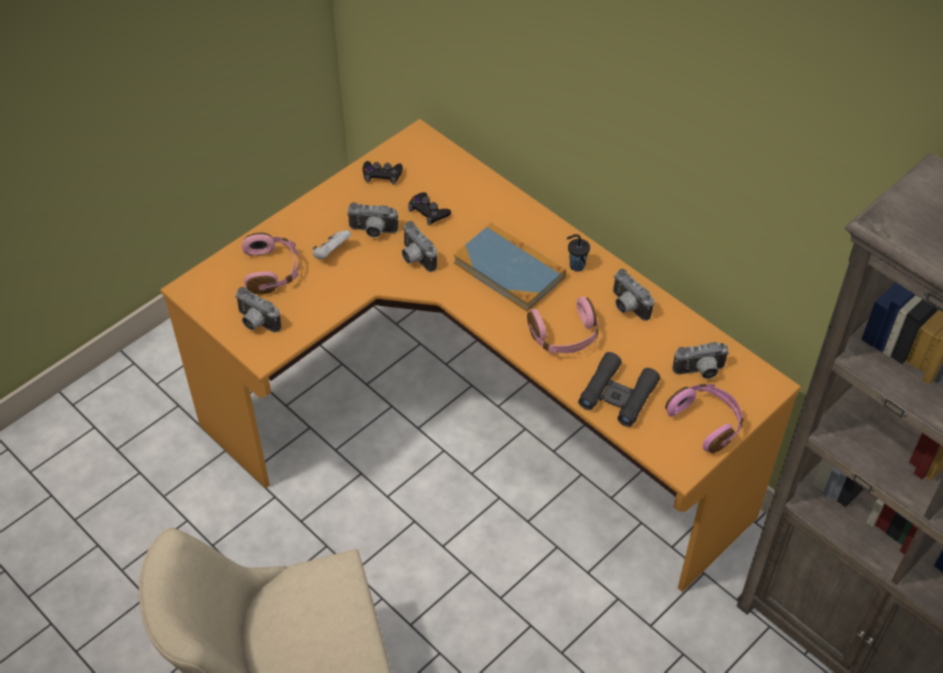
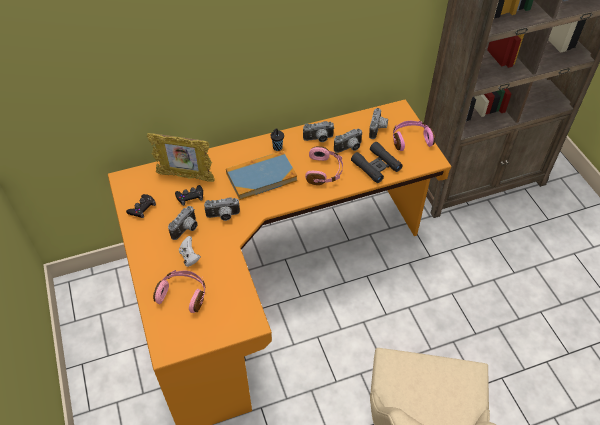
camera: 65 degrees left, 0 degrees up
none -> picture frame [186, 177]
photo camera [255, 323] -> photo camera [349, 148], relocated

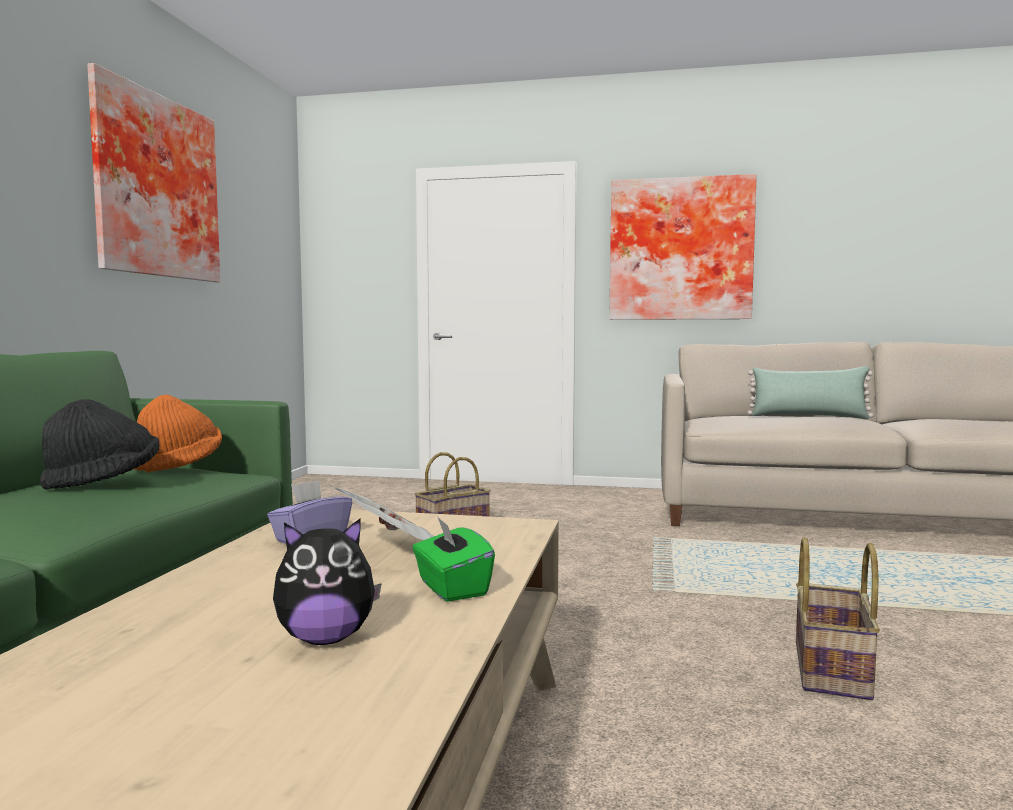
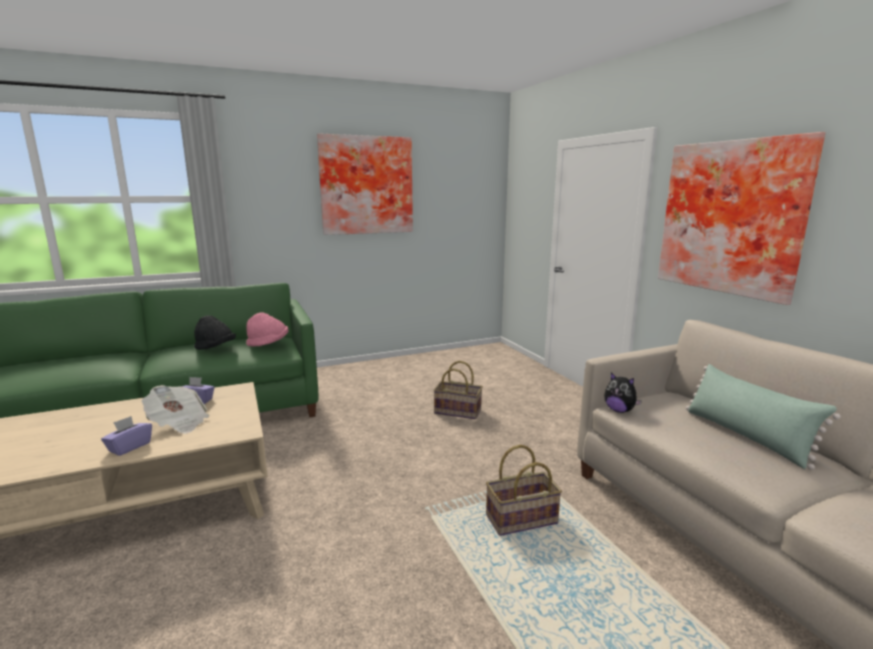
camera: 55 degrees right, 10 degrees up
cuddly toy [326, 639] -> cuddly toy [619, 410], relocated
basket [833, 670] -> basket [521, 520], relocated
orangey clothing hat [178, 465] -> pinkish clothing hat [268, 343]
greenish tissue box [451, 588] -> purple-coloured tissue box [129, 447]

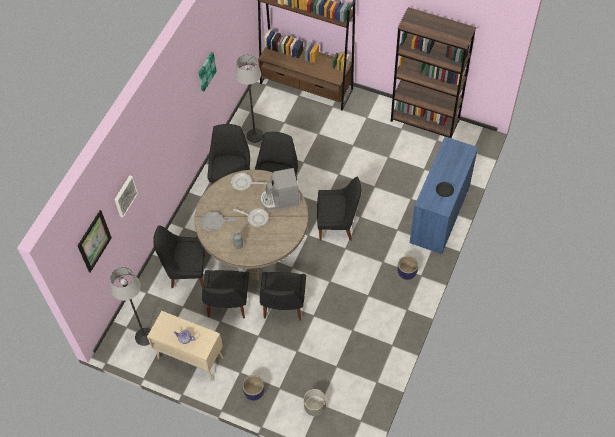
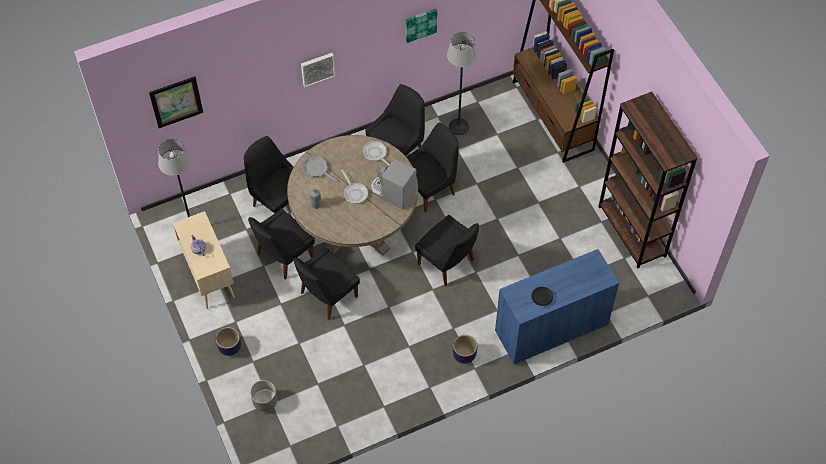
camera: 40 degrees right, 0 degrees up
wall picture [124, 195] -> wall picture [317, 68], relocated

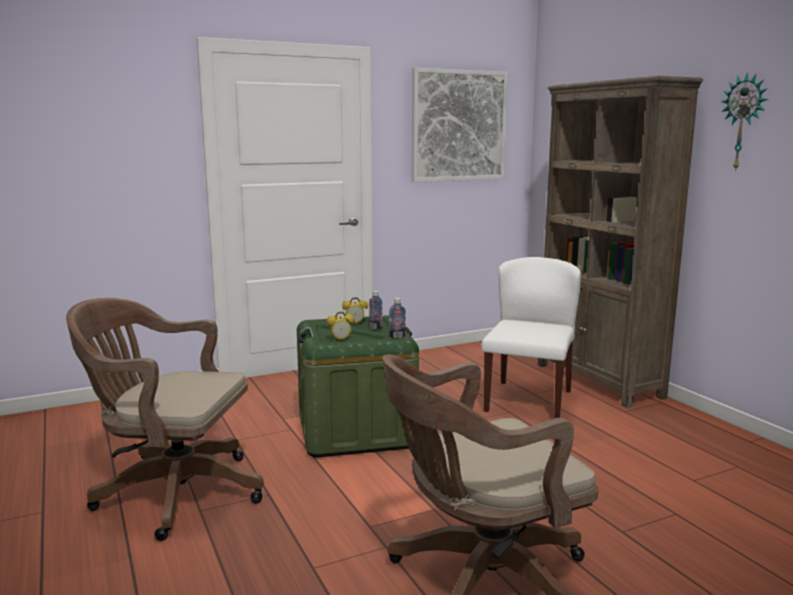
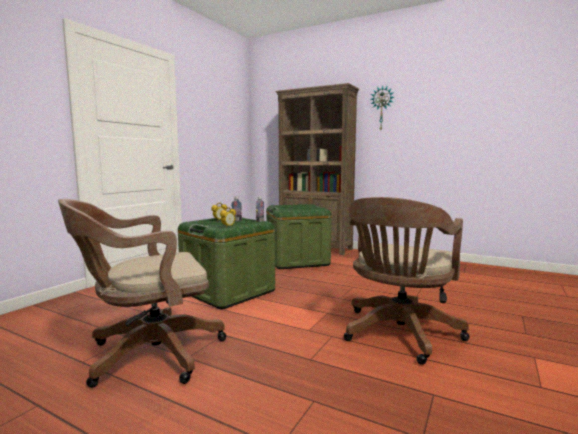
camera: 35 degrees left, 5 degrees down
wall picture [459, 126] -> none
white-coloured chair [528, 400] -> greenish storage box [297, 260]

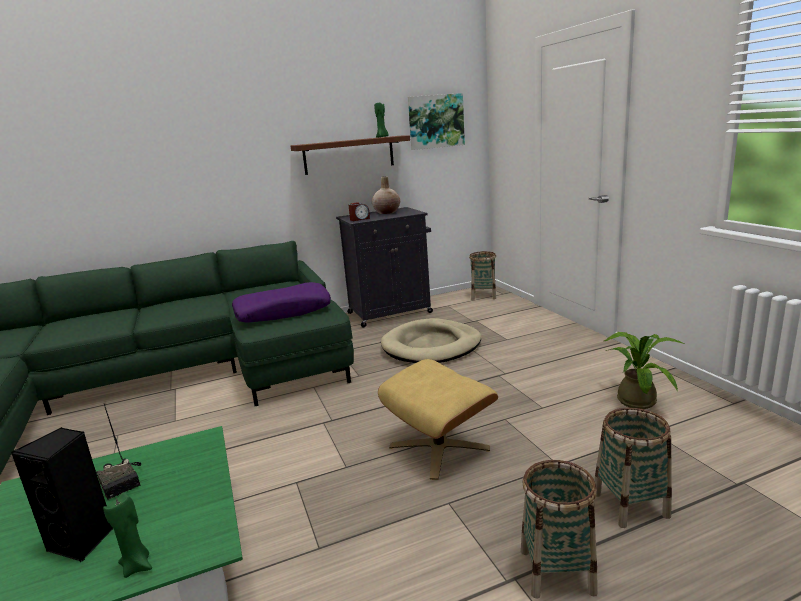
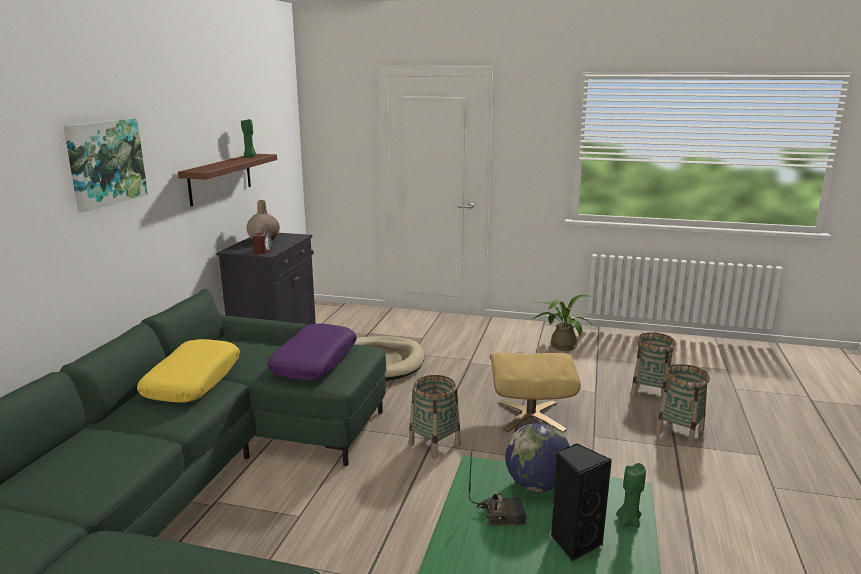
camera: 55 degrees left, 0 degrees up
none -> yellow-coloured cushion [192, 381]
none -> world globe [537, 485]
wall picture [436, 121] -> wall picture [105, 162], relocated
basket [483, 295] -> basket [434, 444], relocated

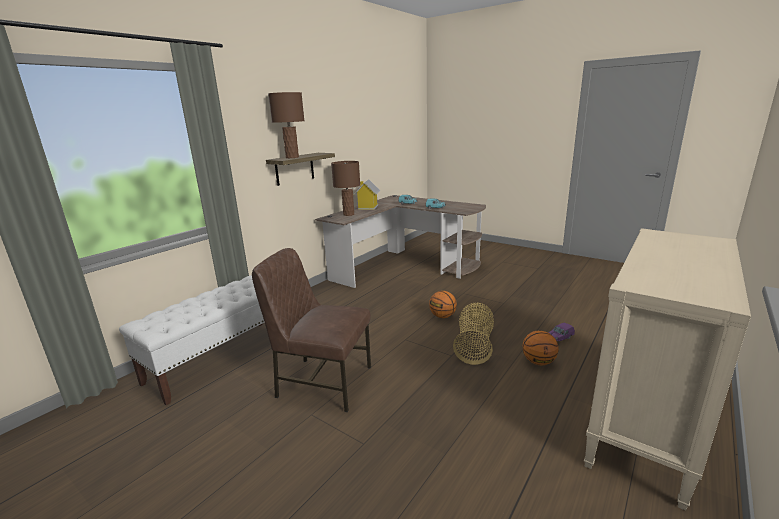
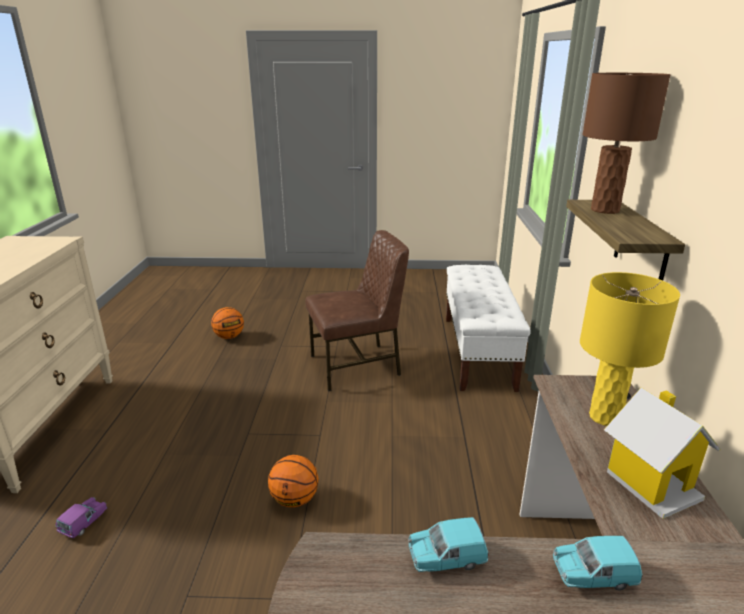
camera: 145 degrees right, 5 degrees up
basket [474, 345] -> none
basketball ball [538, 362] -> basketball ball [229, 337], relocated
brown-coloured tabletop lamp [349, 214] -> yellow-coloured tabletop lamp [604, 417]

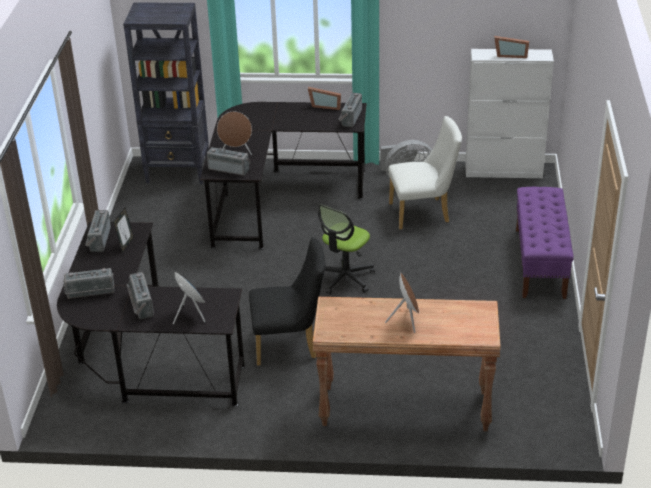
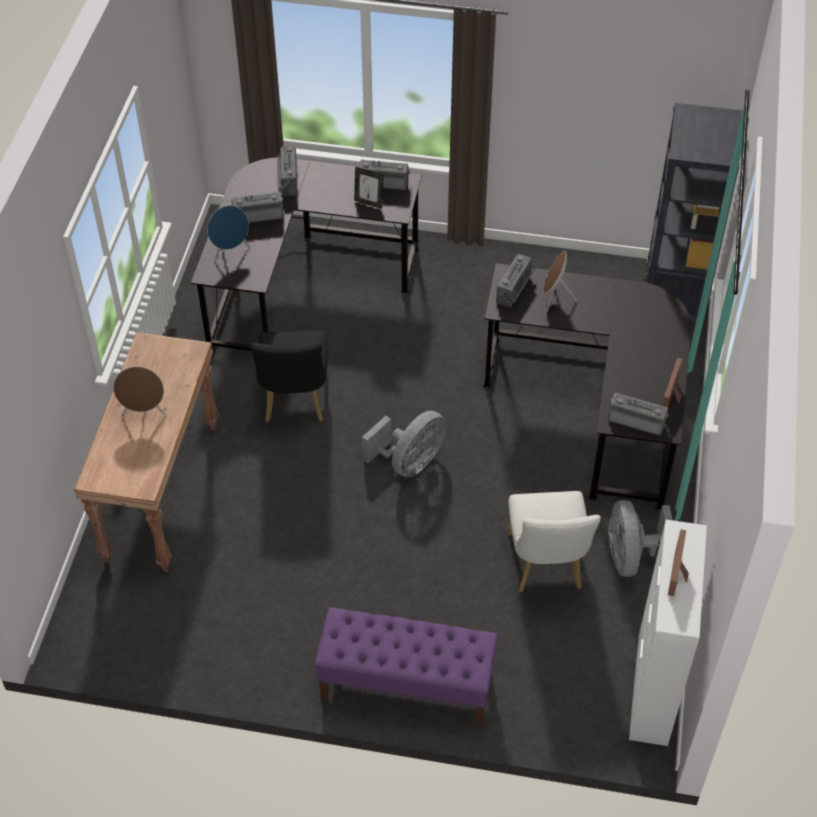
camera: 95 degrees right, 15 degrees up
desk chair [345, 278] -> greyish fan [410, 462]

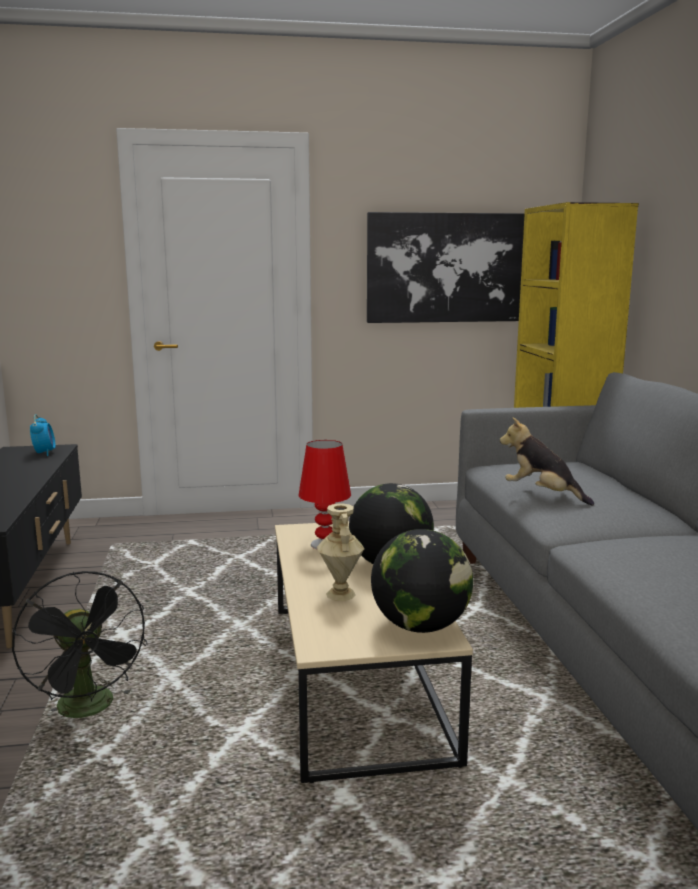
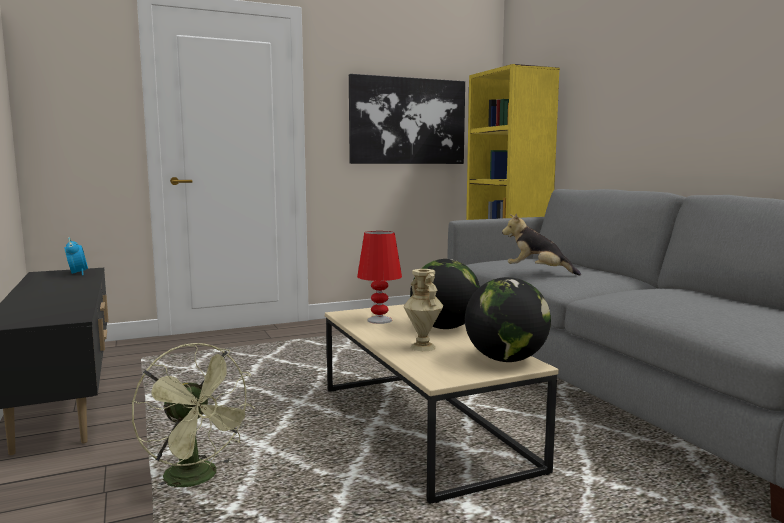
camera: 15 degrees left, 5 degrees down
black fan [90, 710] -> greenish fan [198, 479]

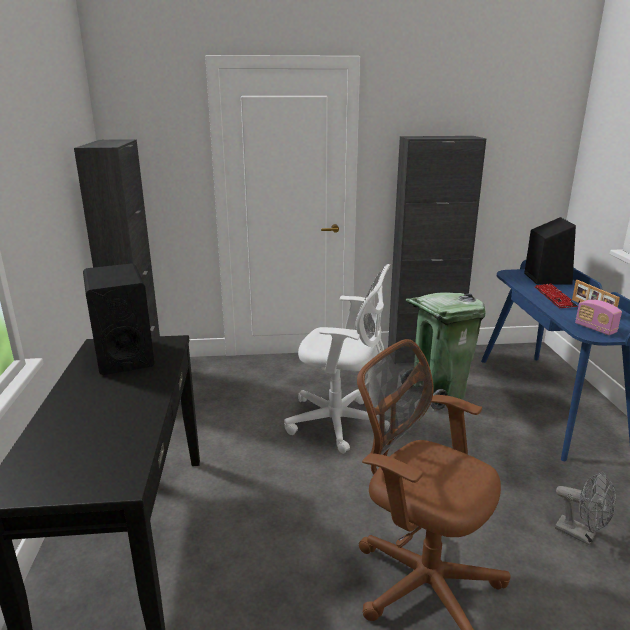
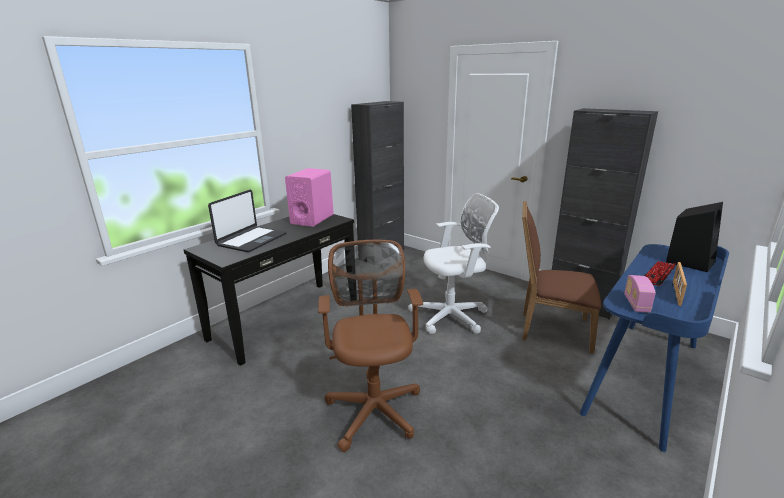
camera: 45 degrees right, 0 degrees up
greyish fan [581, 534] -> none
none -> notebook computer [251, 240]
greenish waste bin [437, 392] -> brown-coloured chair [550, 329]
black audio speaker [123, 356] -> pinkish audio speaker [312, 219]
white-coloured desk chair [340, 423] -> white-coloured desk chair [453, 316], 75 degrees counterclockwise

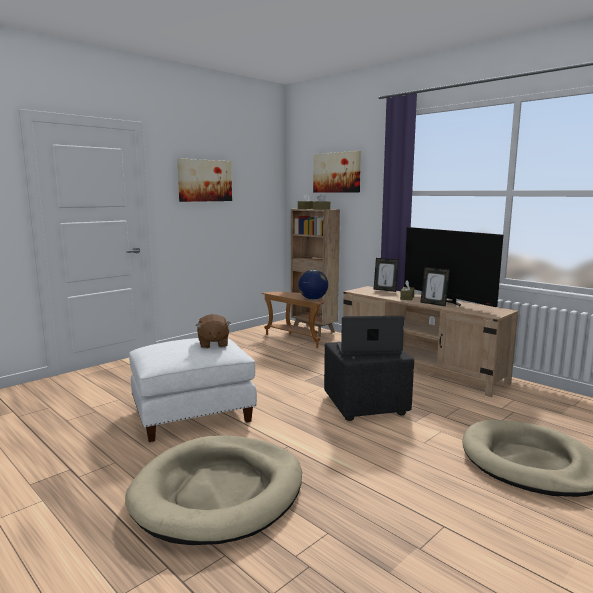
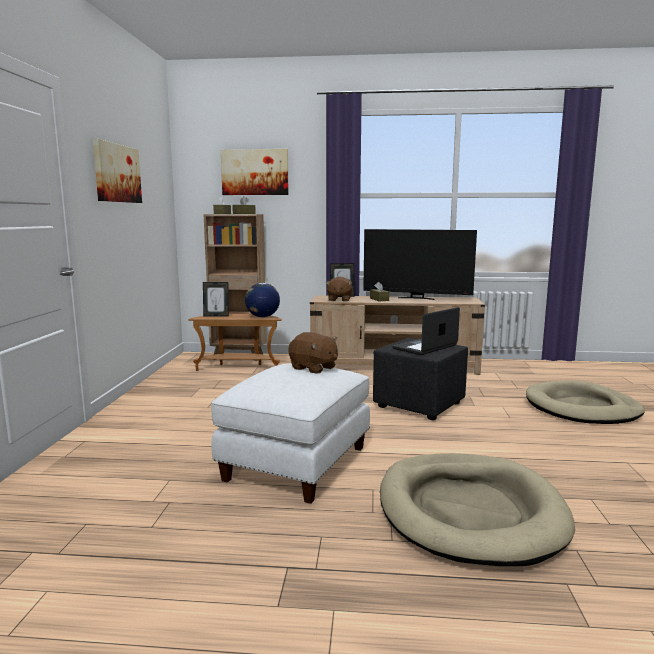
camera: 40 degrees left, 0 degrees up
none -> brown-coloured cuddly toy [339, 299]
picture frame [433, 304] -> picture frame [216, 316], relocated

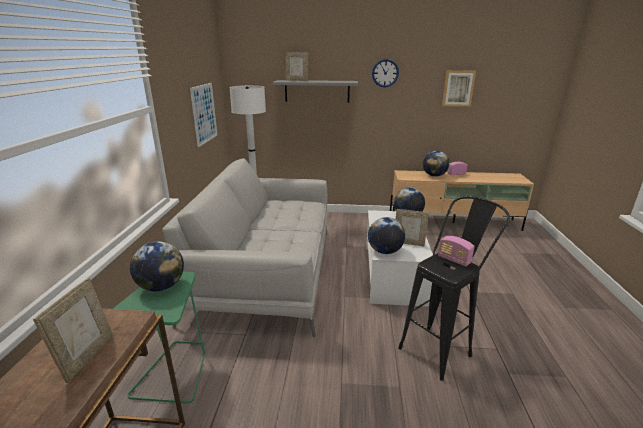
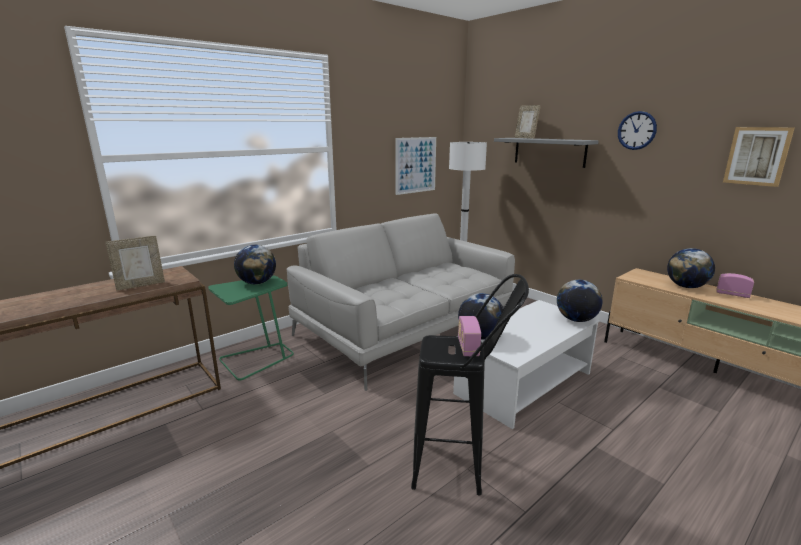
camera: 45 degrees right, 5 degrees down
picture frame [408, 243] -> none

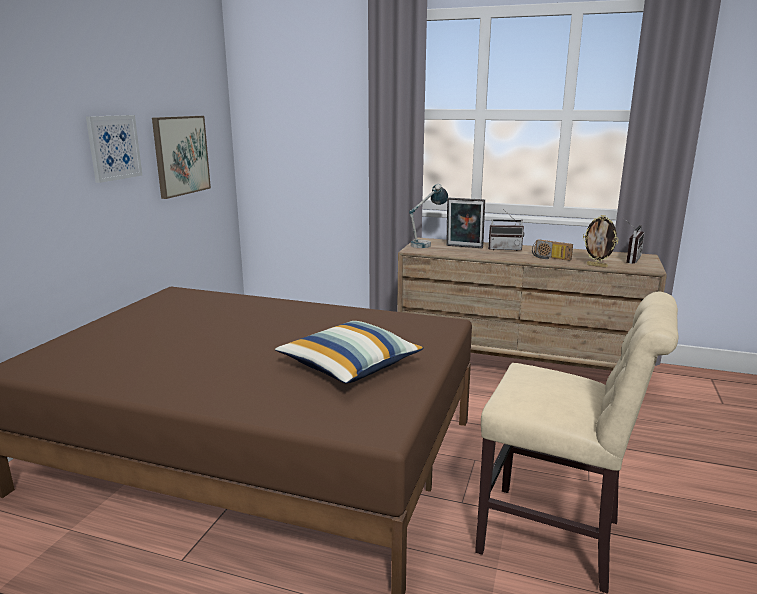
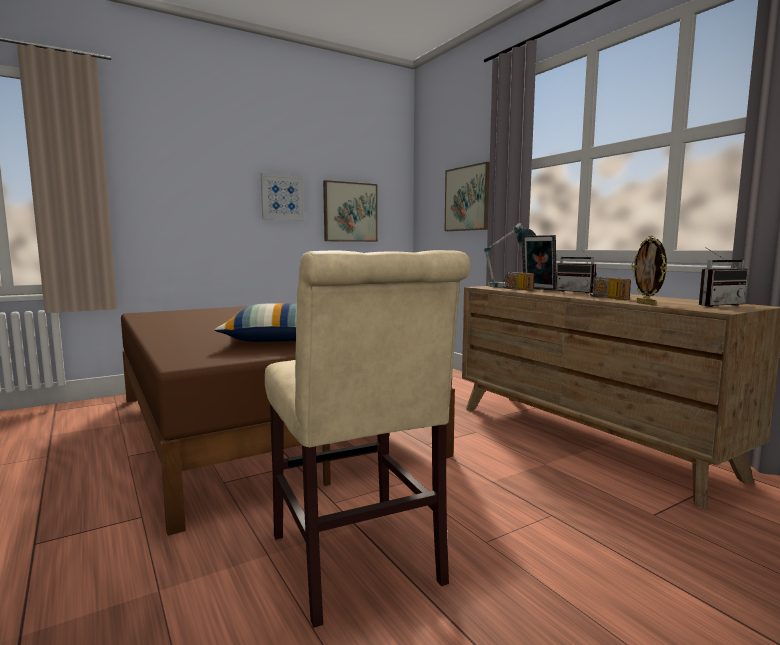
camera: 40 degrees right, 10 degrees down
none -> wall picture [468, 198]
none -> radio receiver [515, 289]

